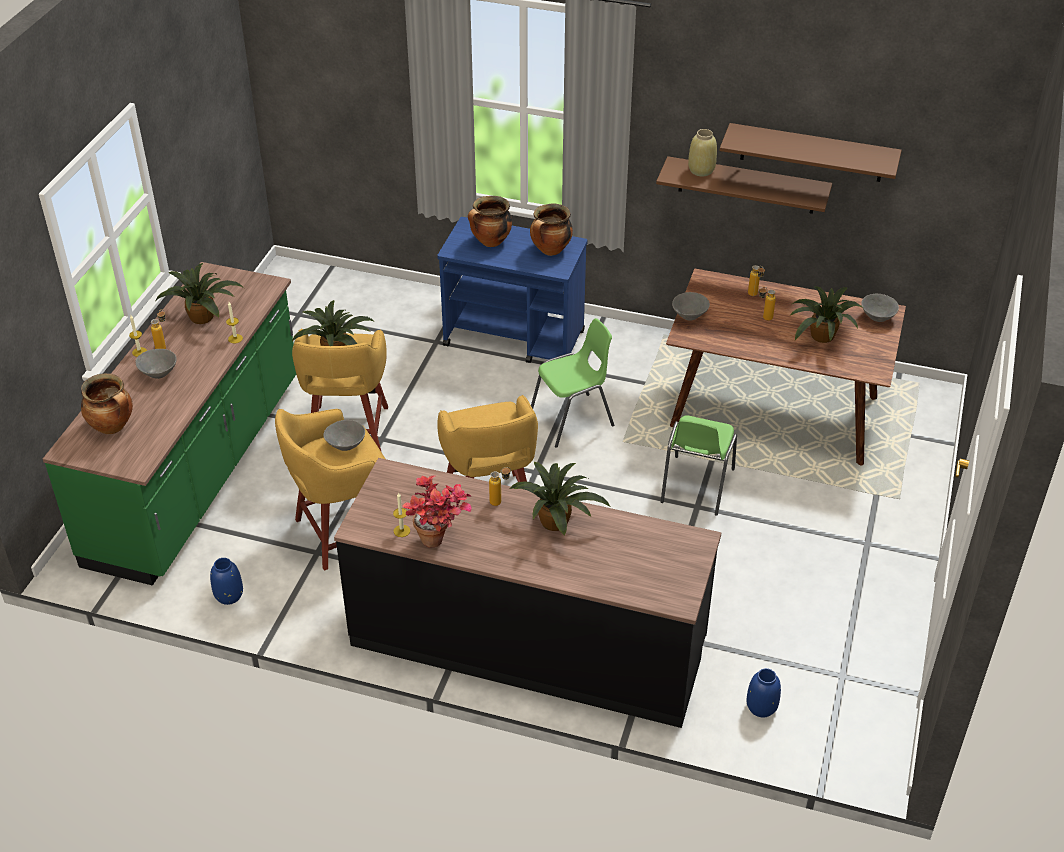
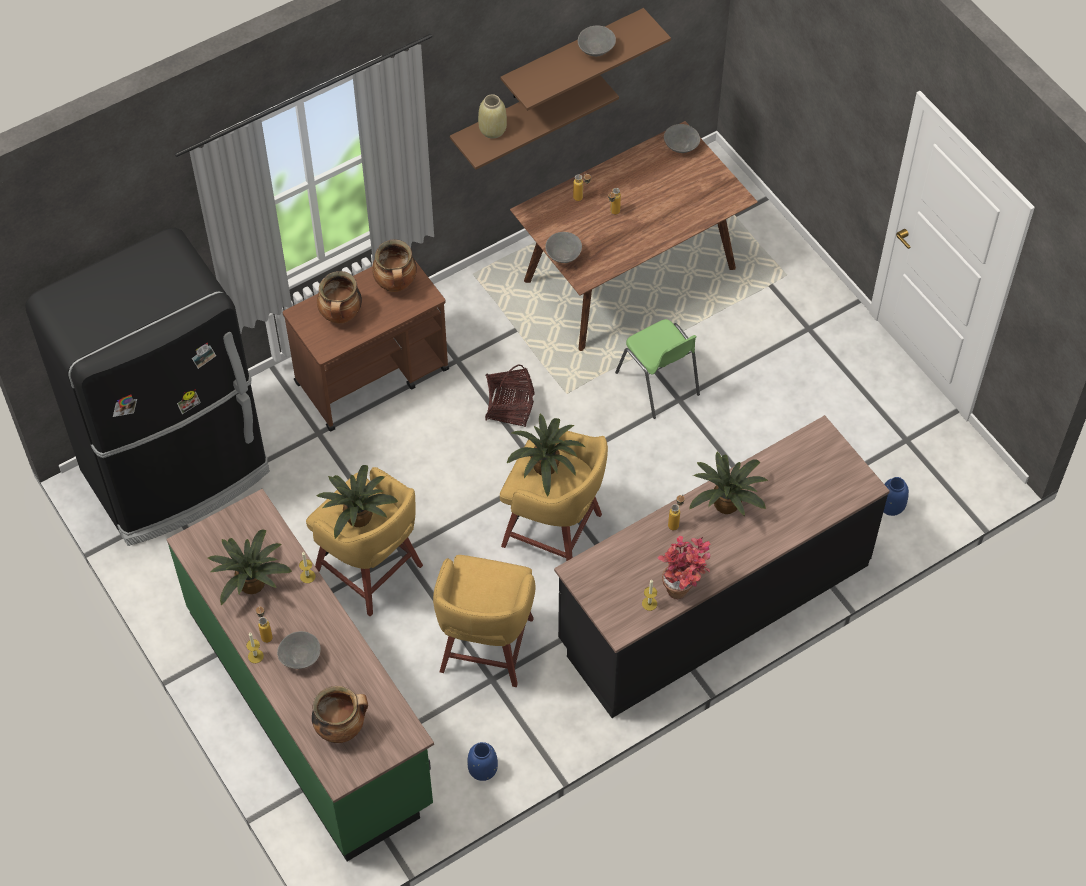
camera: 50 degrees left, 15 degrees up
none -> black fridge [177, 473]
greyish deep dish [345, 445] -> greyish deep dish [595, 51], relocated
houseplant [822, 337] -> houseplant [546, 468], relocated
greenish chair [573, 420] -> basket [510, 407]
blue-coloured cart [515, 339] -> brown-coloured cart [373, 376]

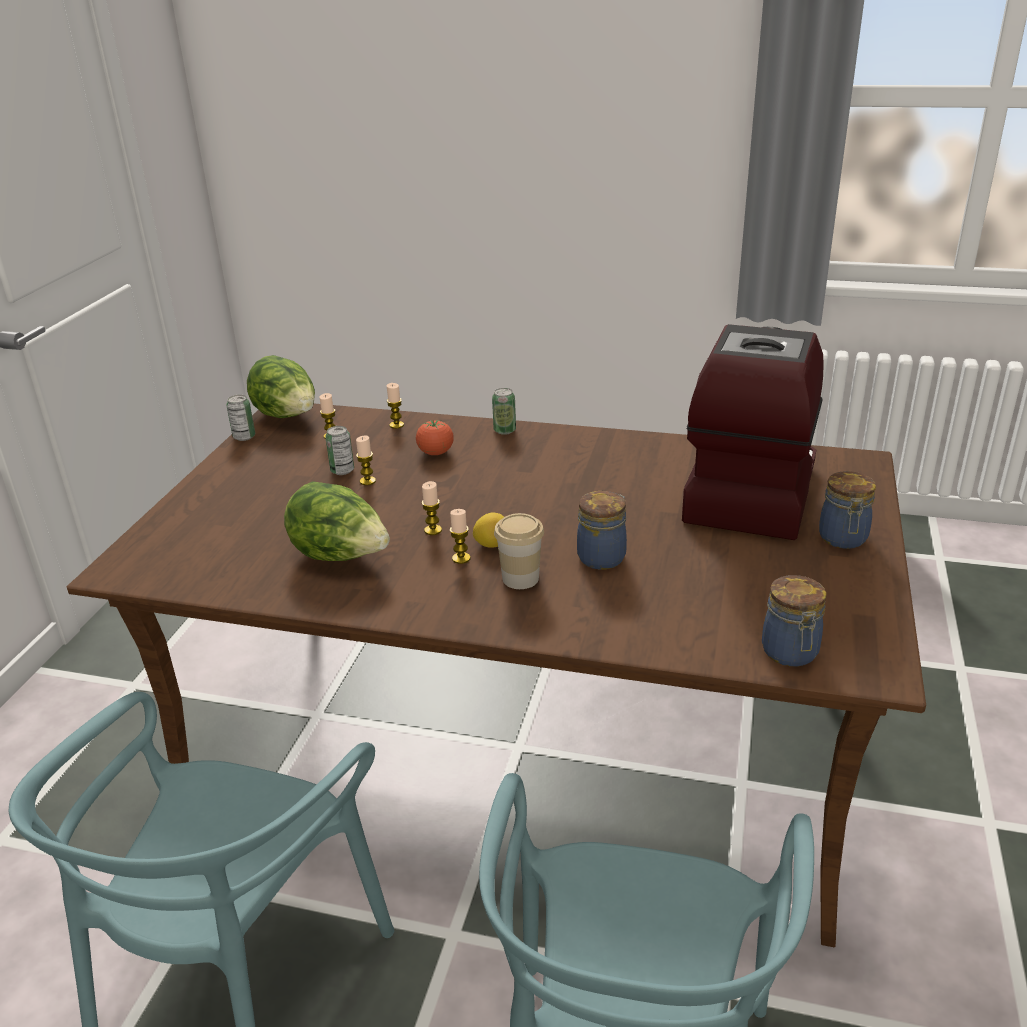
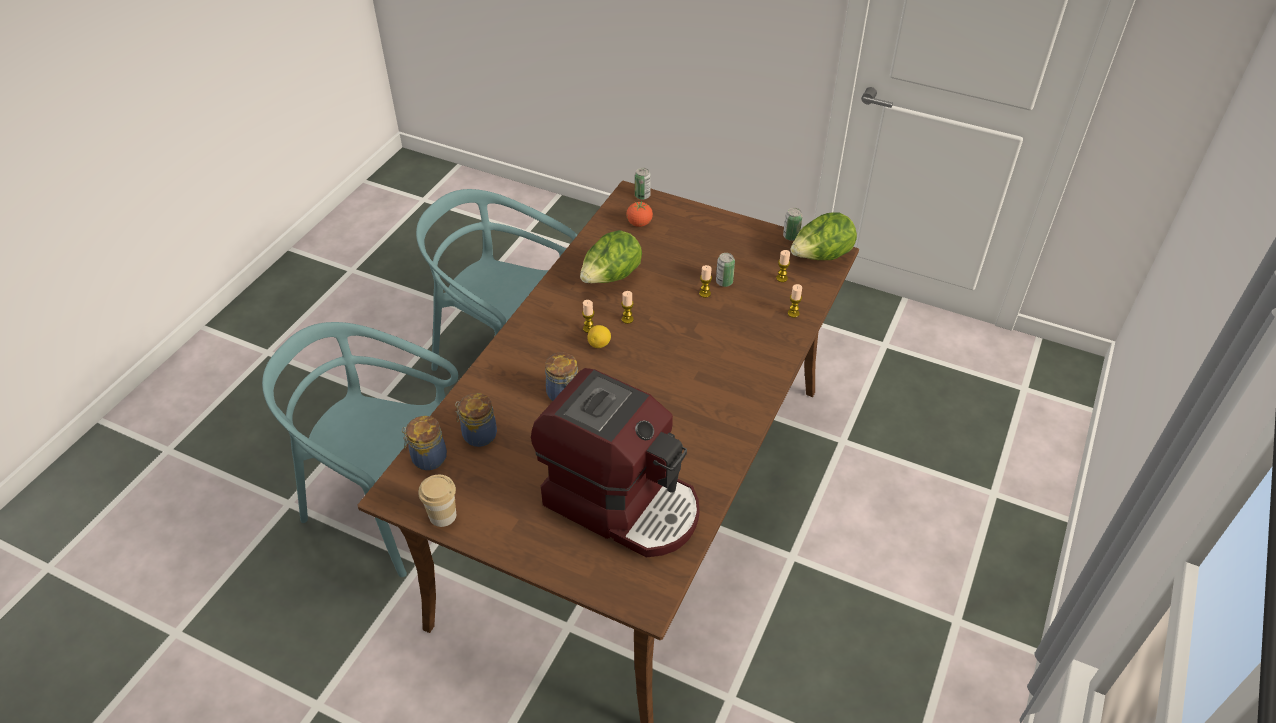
camera: 100 degrees right, 15 degrees up
tomato [436, 453] -> tomato [639, 223], relocated
sealed can [504, 430] -> sealed can [642, 196], relocated
cup [520, 578] -> cup [442, 515], relocated
storage jar [843, 539] -> storage jar [478, 435], relocated

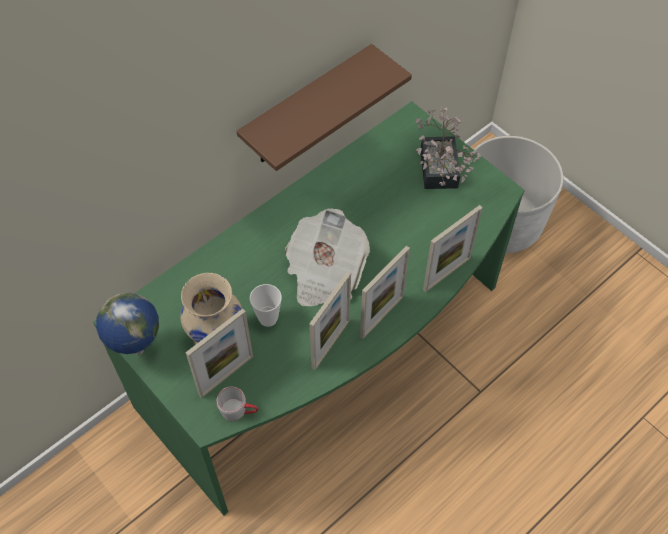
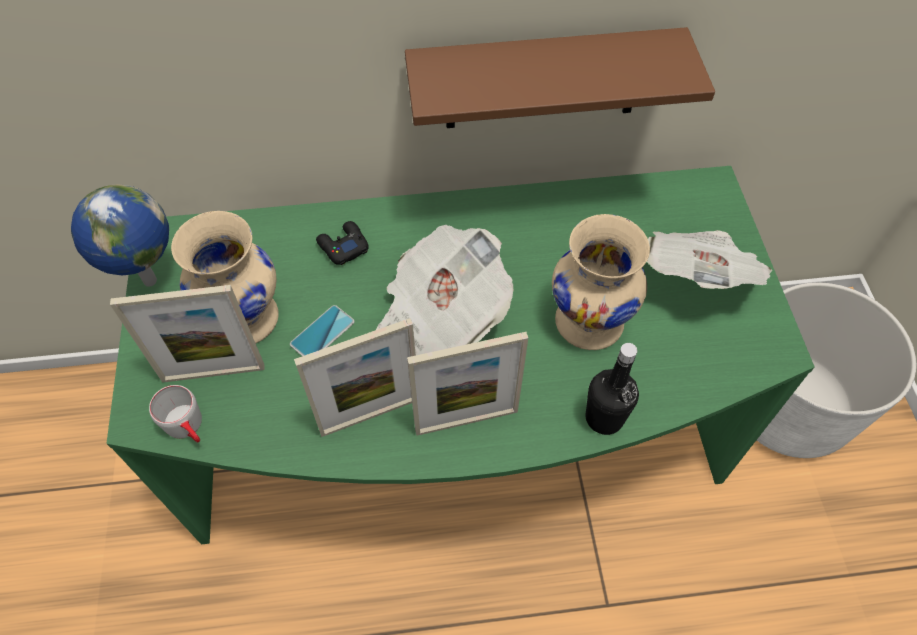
camera: 35 degrees right, 0 degrees up
none -> black game controller [343, 246]
none -> sand-coloured decorative vase [590, 321]
cup [268, 318] -> phone [322, 333]
houseplant [438, 174] -> printed paper [697, 276]
picture frame [446, 274] -> black bottle [604, 418]

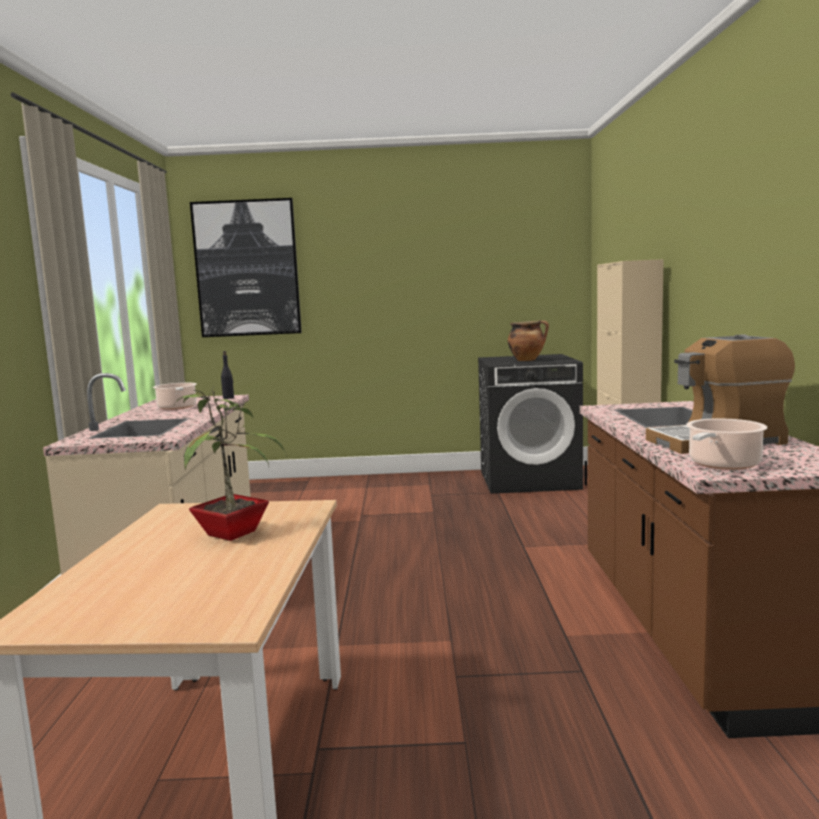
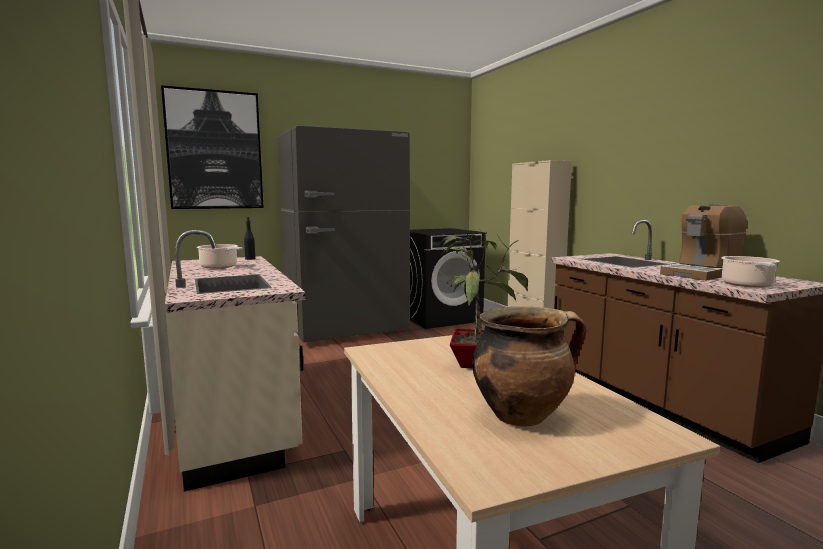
camera: 25 degrees left, 0 degrees up
none -> greyish fridge [346, 330]
stockpot [527, 360] -> stockpot [522, 415], relocated

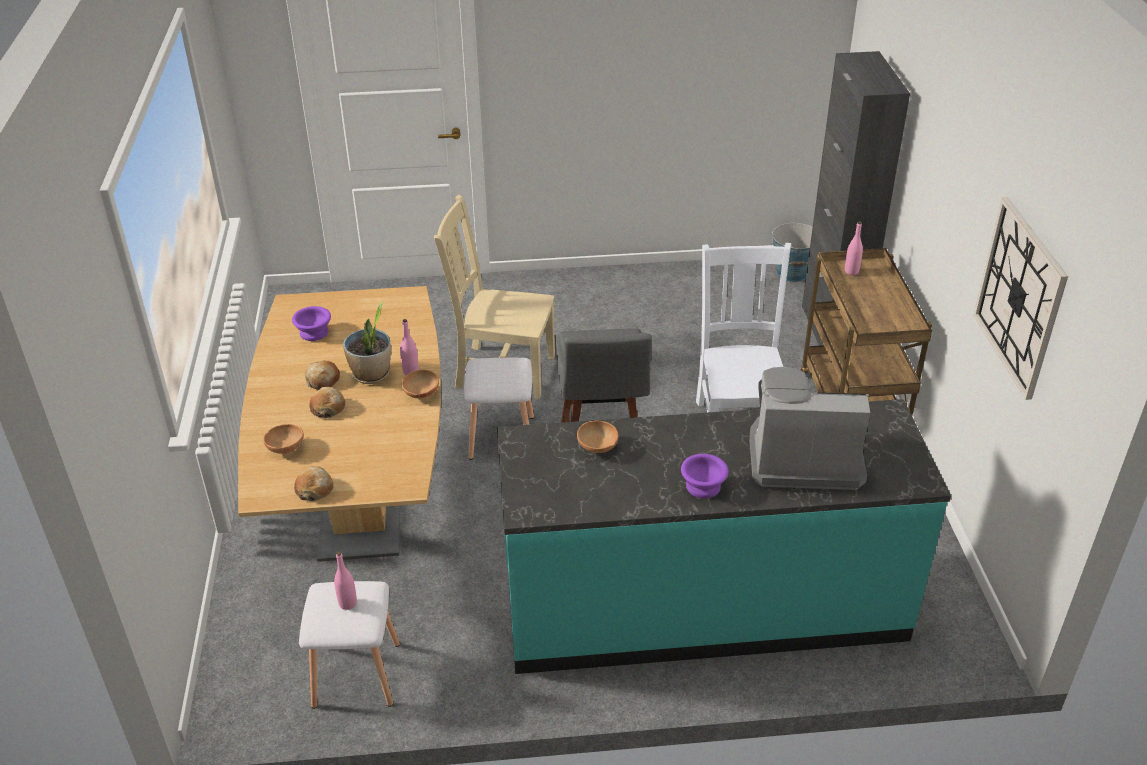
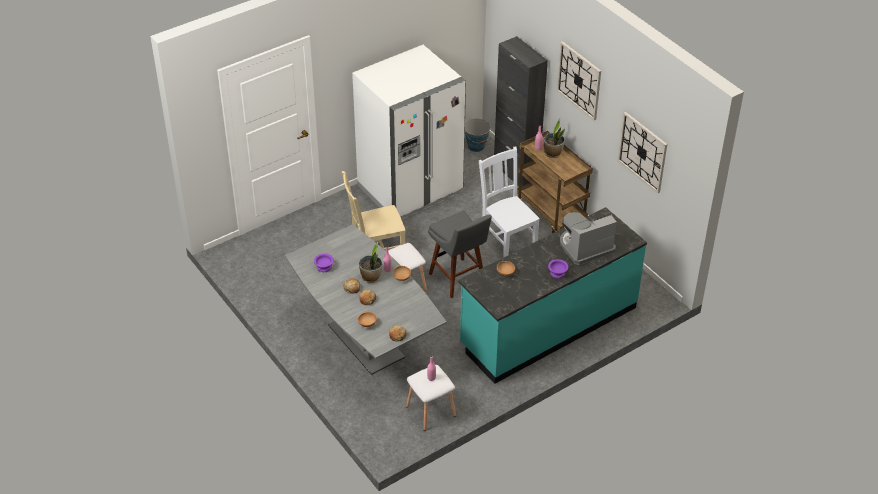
camera: 30 degrees left, 5 degrees up
none -> white-coloured fridge [410, 190]
none -> houseplant [553, 153]
none -> hanging clock [579, 80]
brown-coloured dinner table [362, 502] -> greyish dinner table [366, 341]

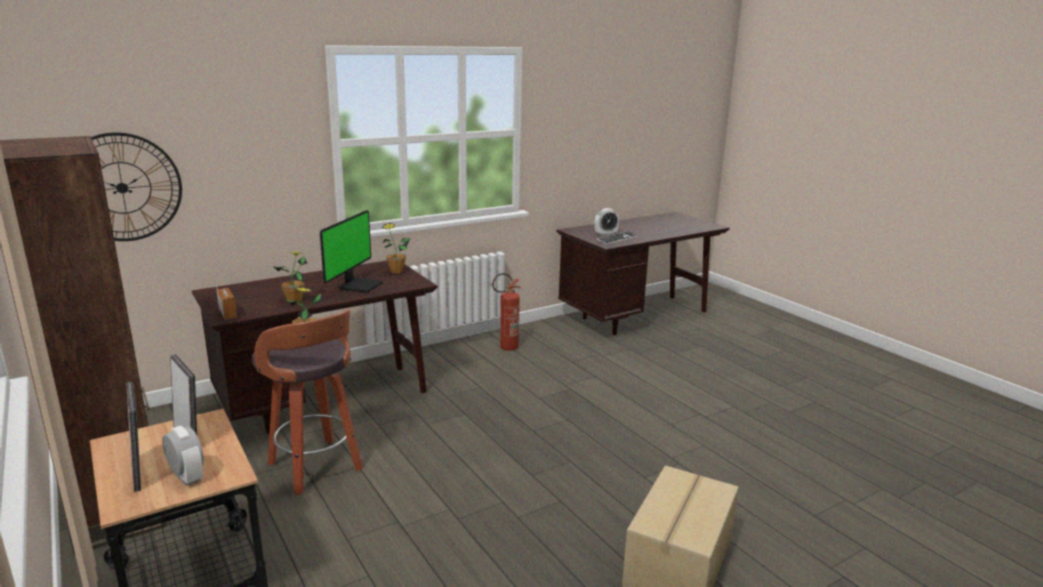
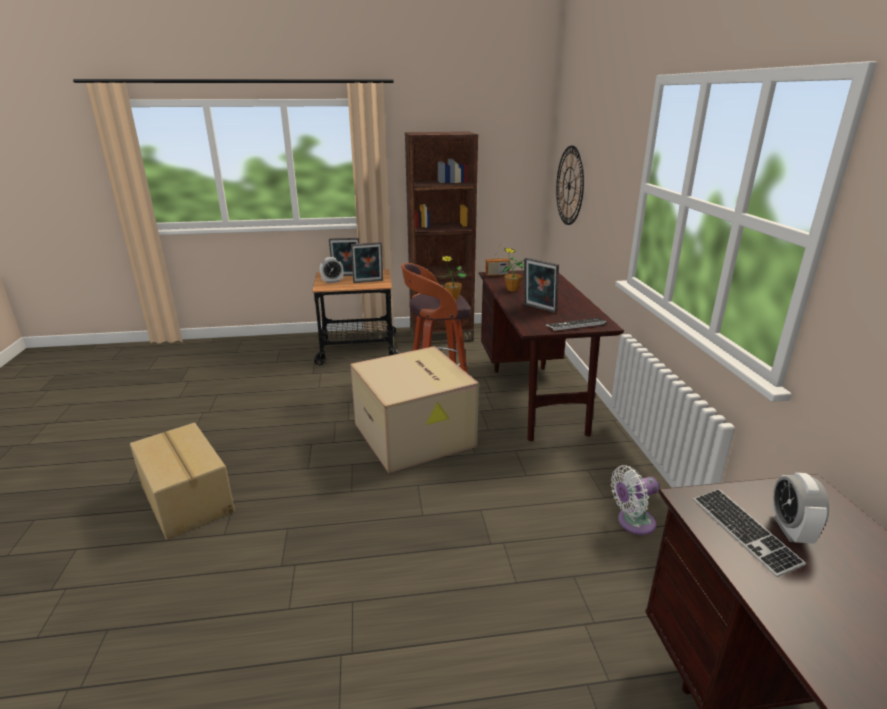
camera: 115 degrees right, 5 degrees up
none -> carton [416, 435]
monitor [359, 285] -> picture frame [538, 309]
houseplant [396, 271] -> PC keyboard [576, 325]
fire extinguisher [505, 348] -> white-coloured fan [632, 522]

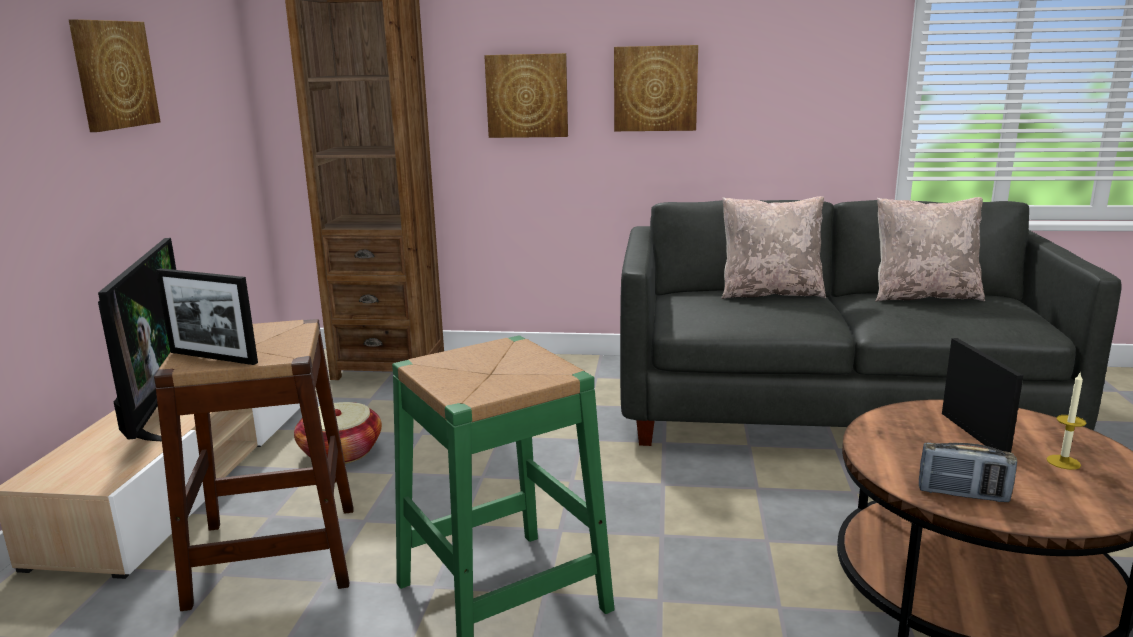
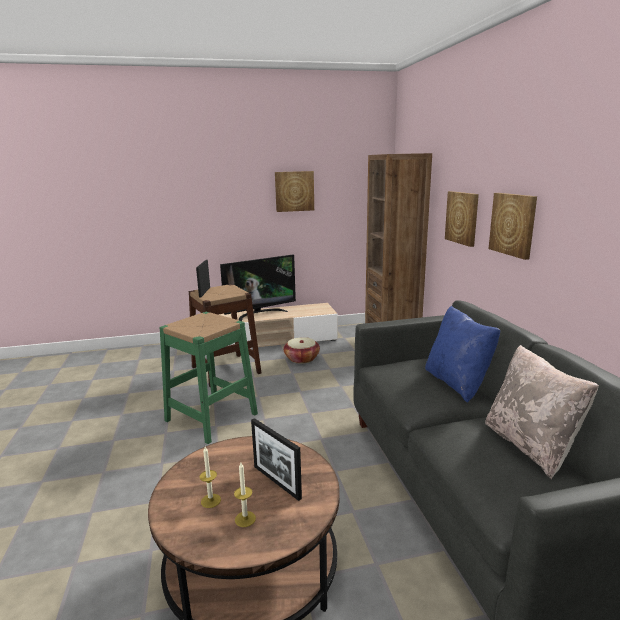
camera: 70 degrees right, 0 degrees up
radio receiver [963, 494] -> none
none -> wax light [211, 500]
sand-coloured cushion [770, 293] -> blue-coloured cushion [457, 383]
picture frame [973, 435] -> picture frame [276, 482], 75 degrees clockwise

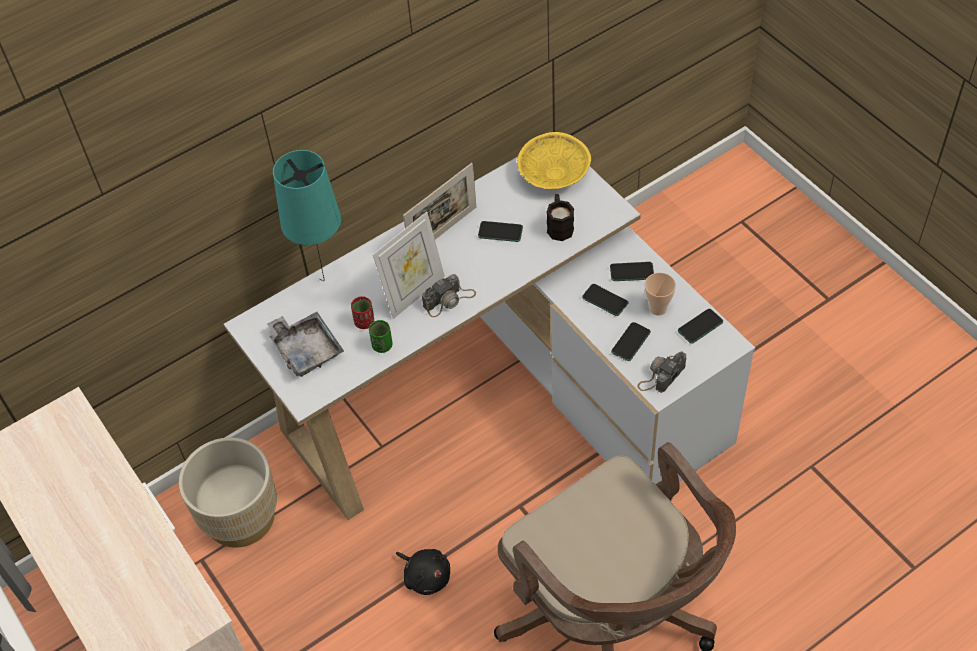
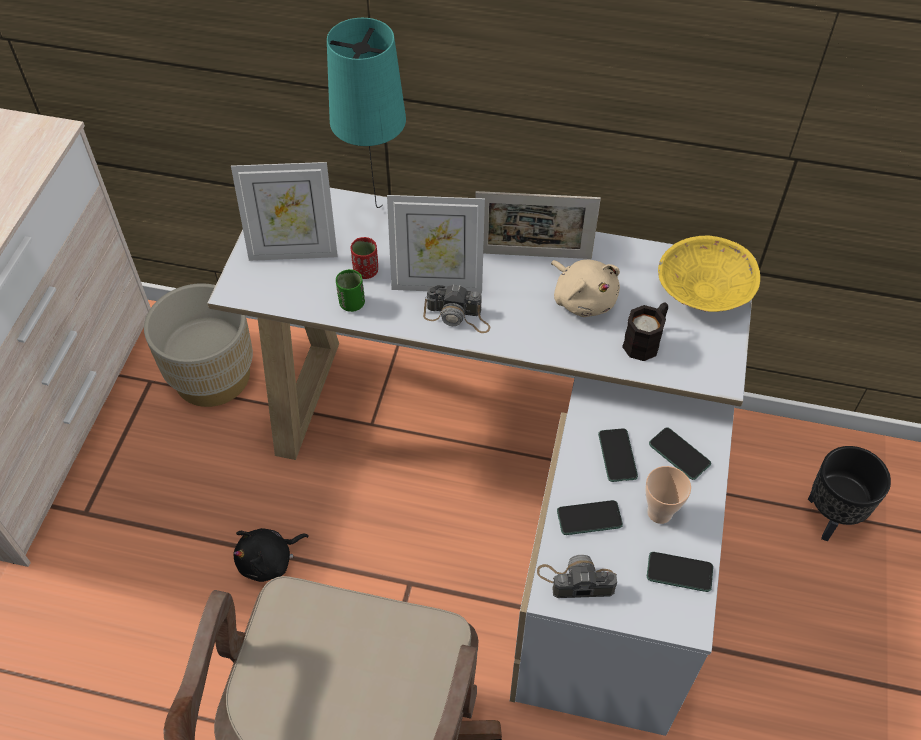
camera: 45 degrees right, 0 degrees up
none -> black flower pot [831, 517]
greyish tray [306, 349] -> picture frame [293, 251]
phone [500, 232] -> sand-coloured cuddly toy [583, 299]
black cuddly toy [426, 576] -> black cuddly toy [269, 561], 60 degrees clockwise

